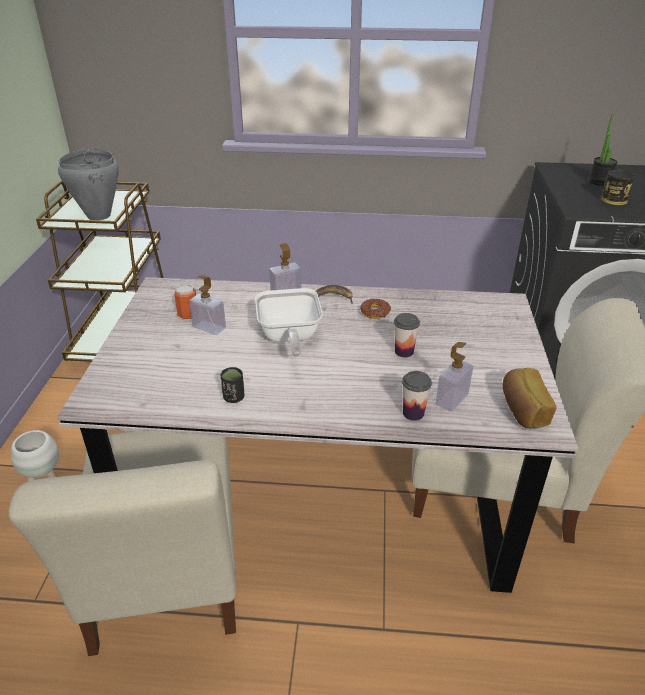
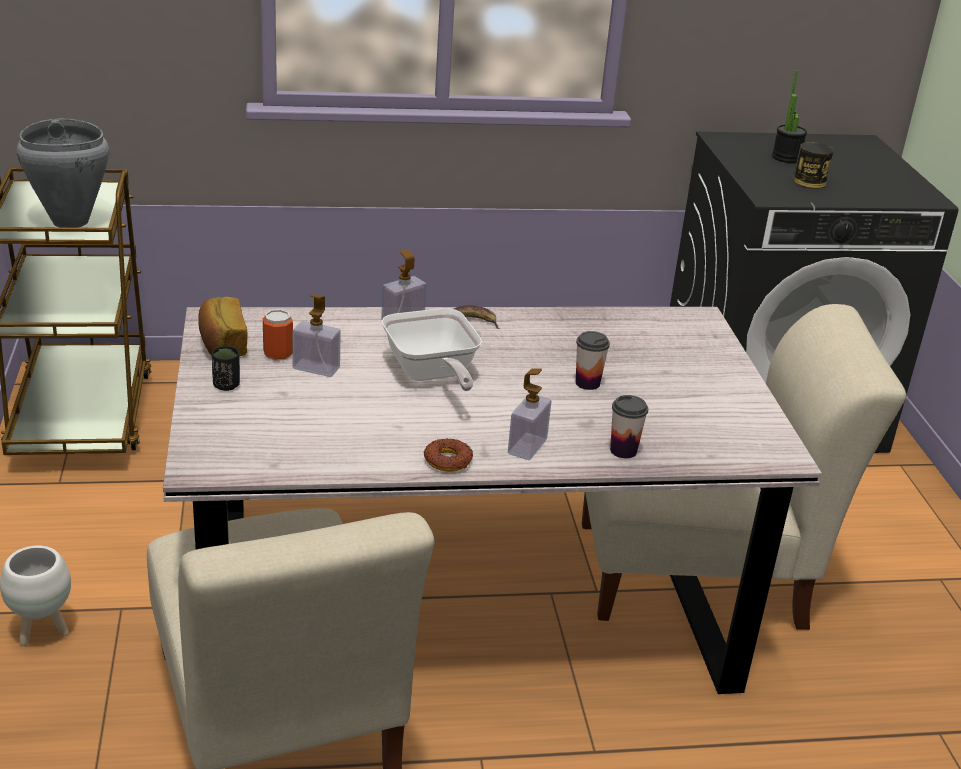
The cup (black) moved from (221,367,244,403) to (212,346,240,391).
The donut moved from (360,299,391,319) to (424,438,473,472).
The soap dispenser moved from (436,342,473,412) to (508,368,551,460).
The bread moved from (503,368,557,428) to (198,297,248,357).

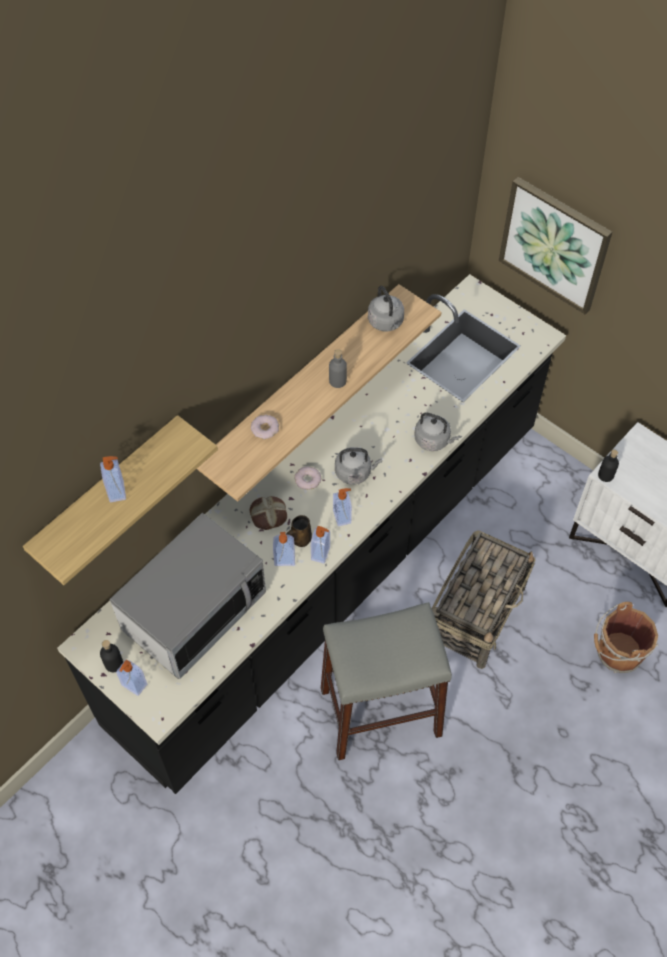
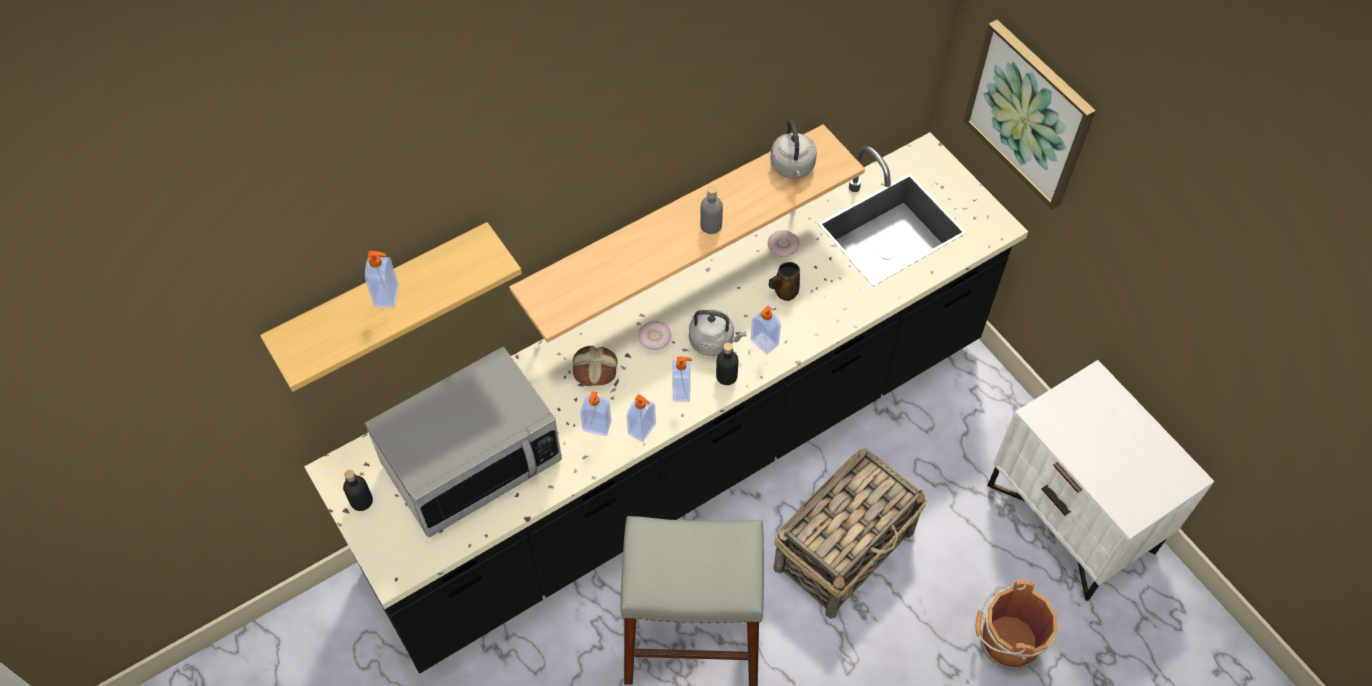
The kettle (grey) at (414,413,459,451) disappeared.
The soap dispenser moved from (116,660,147,696) to (751,305,781,354).
The donut moved from (251,415,279,439) to (768,230,800,257).
The mug (brown) moved from (286,515,312,547) to (769,262,800,301).
The bottle (black) moved from (598,450,619,482) to (716,343,738,385).

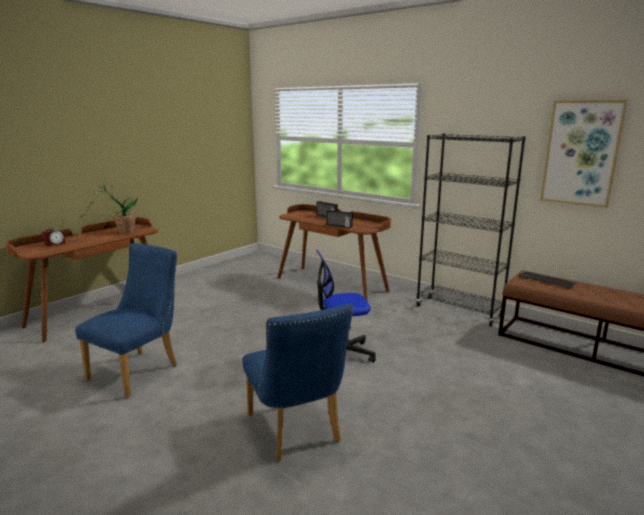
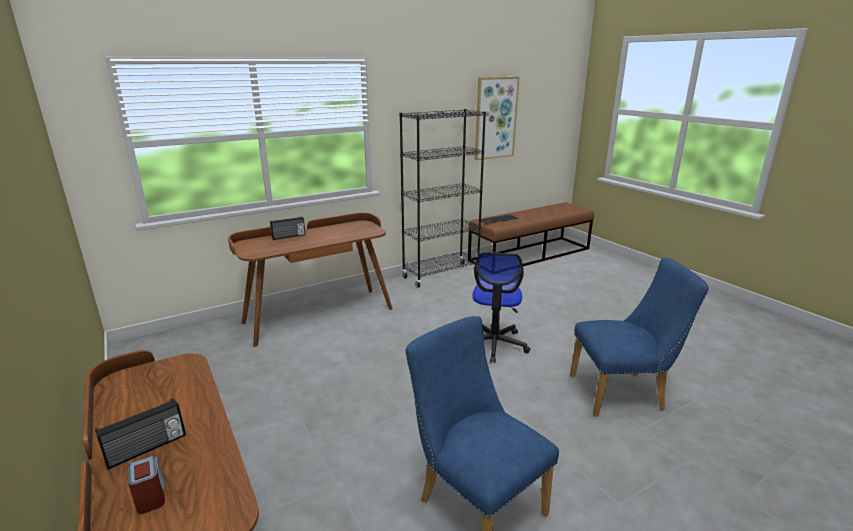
The potted plant at (93,182,138,234) disappeared.
The radio moved from (327,210,353,228) to (95,398,186,470).

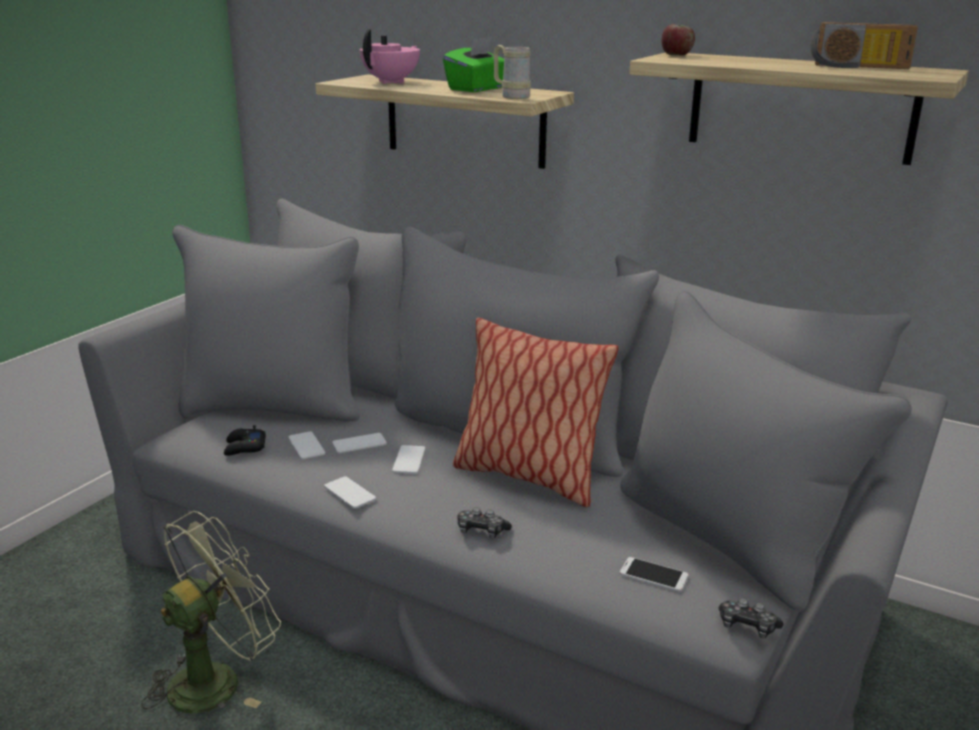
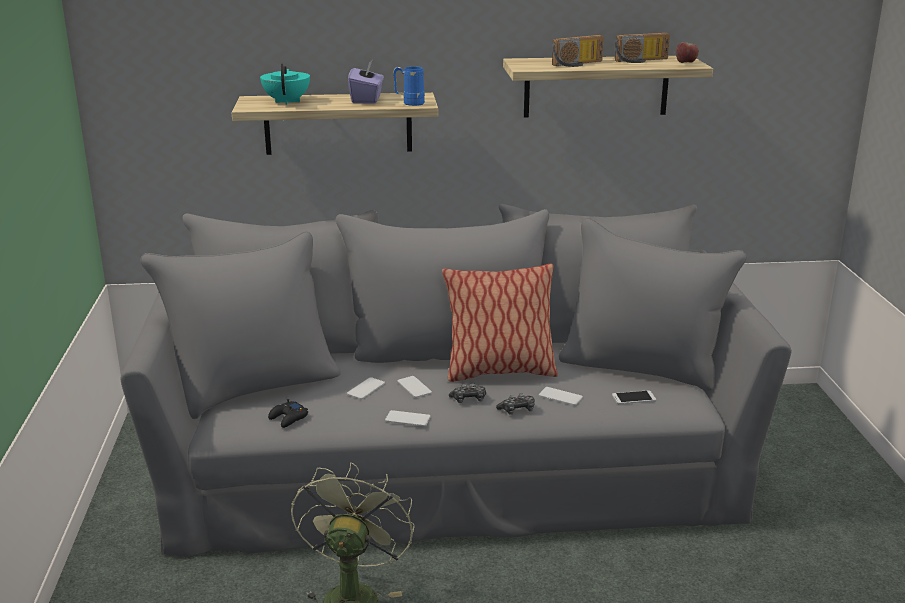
The radio at (552,35,604,67) appeared.
The phone moved from (288,431,325,460) to (539,387,583,405).
The apple moved from (661,24,695,55) to (676,42,699,63).
The game controller moved from (719,598,783,638) to (449,383,486,403).
The teapot (pink) at (360,29,420,84) became the teapot (turquoise) at (260,63,310,105).
The tissue box (green) at (443,37,504,92) became the tissue box (purple) at (348,61,384,103).
The mug (beige) at (493,45,531,99) became the mug (blue) at (393,66,425,106).

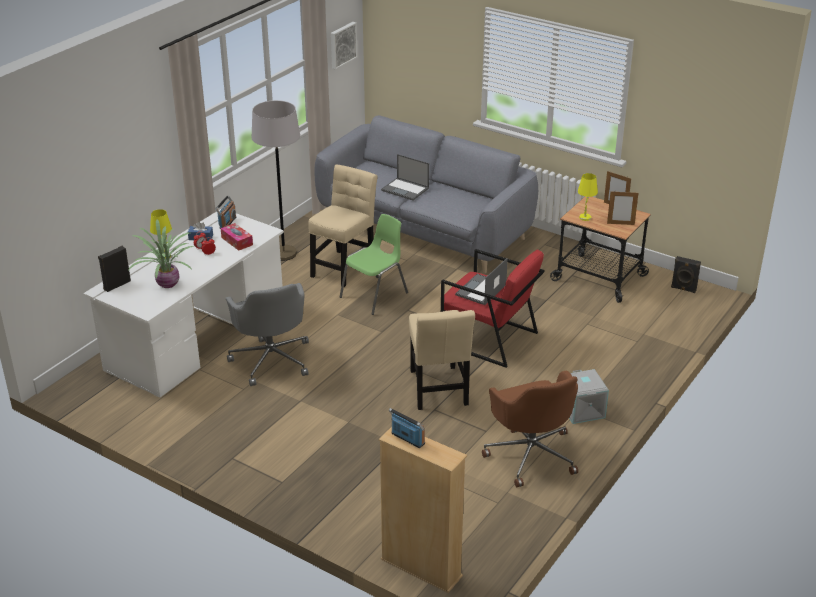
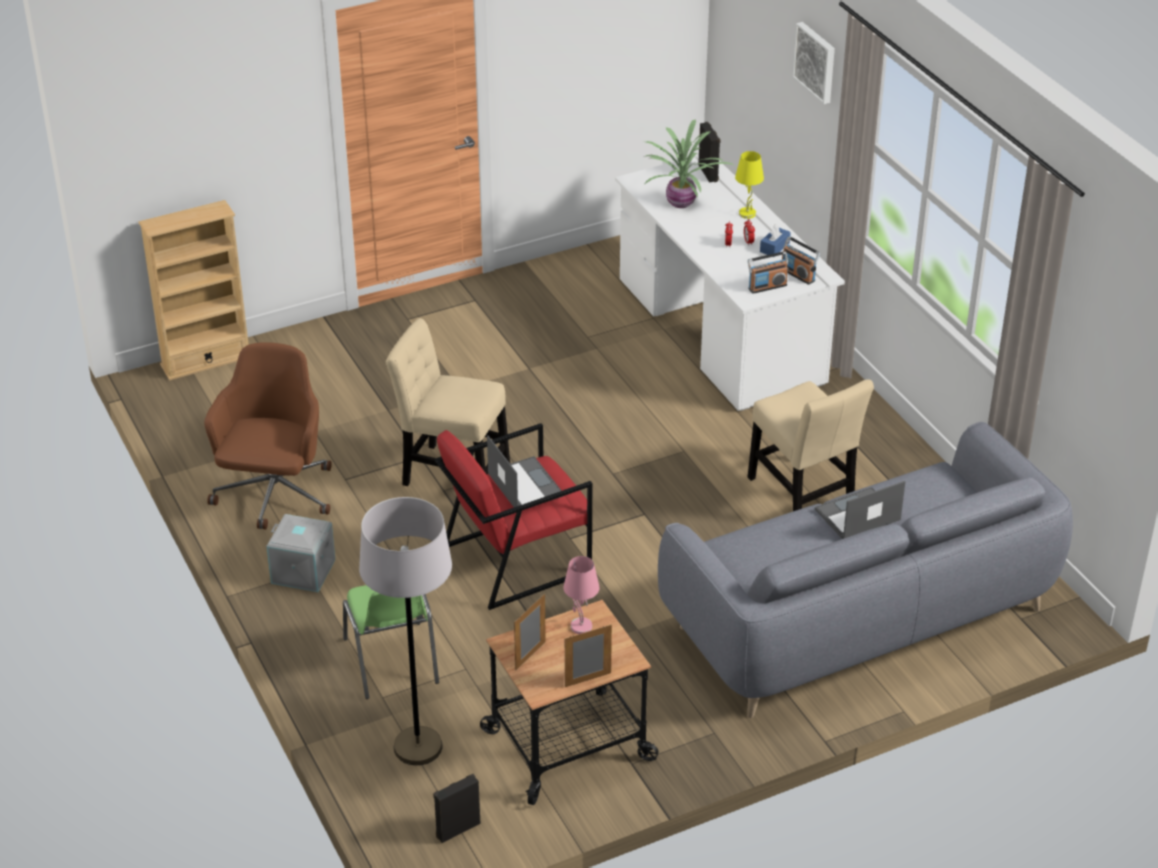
The tissue box at (221,223,253,251) disappeared.
The office chair (grey) at (226,283,309,386) disappeared.
The floor lamp (grey) moved from (251,100,300,261) to (359,497,452,765).
The picture moved from (331,22,357,69) to (792,22,835,104).
The chair (green) moved from (340,214,408,315) to (343,585,439,699).
The radio moved from (389,408,425,448) to (748,251,789,294).
The table lamp (yellow) at (578,173,598,221) became the table lamp (pink) at (563,556,600,634).
The office chair (brown) at (482,371,578,487) turned 90 degrees clockwise.

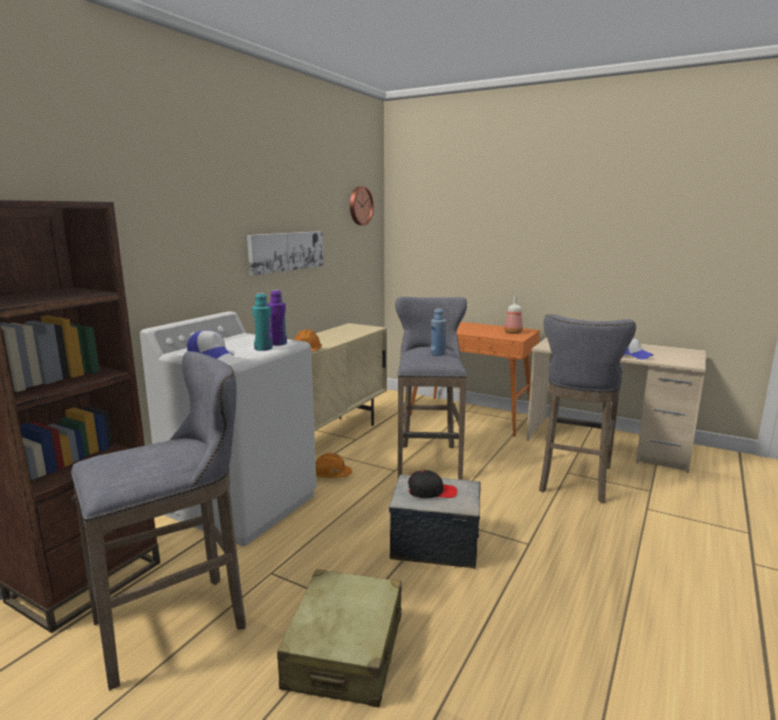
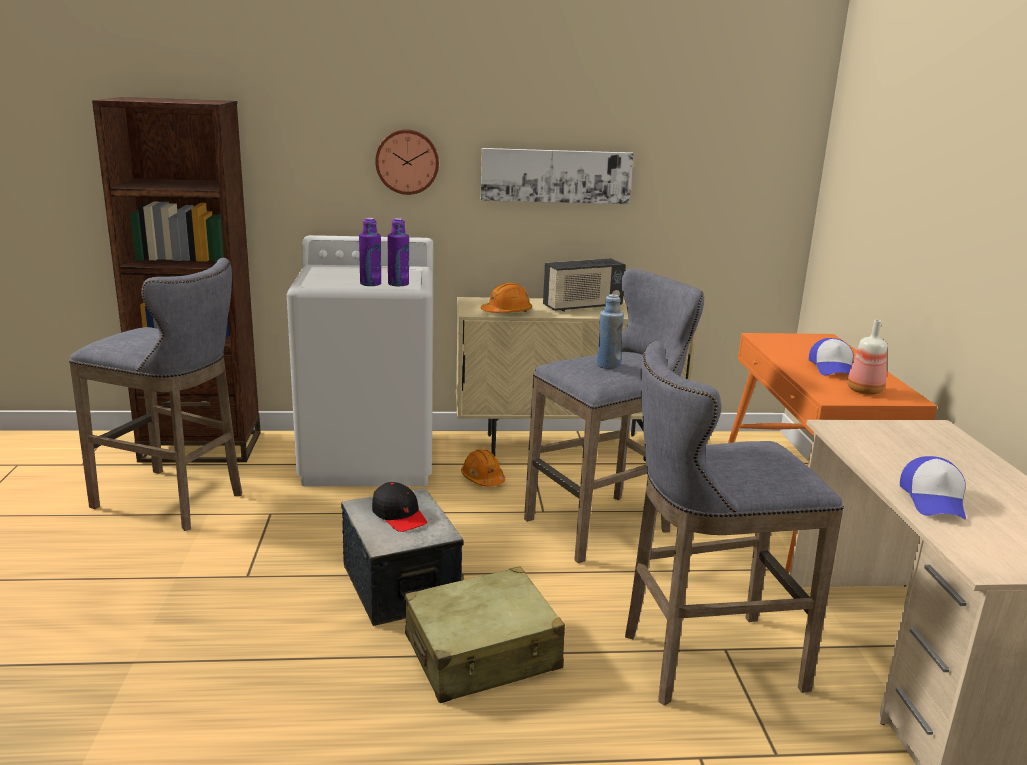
The radio at (543,259,626,312) appeared.
The cap moved from (187,330,233,359) to (809,338,853,375).
The suitcase (beige) moved from (277,569,402,707) to (405,567,565,703).
The wall clock moved from (350,186,374,225) to (375,129,439,195).
The bottle (turquoise) at (252,293,273,351) became the bottle (purple) at (359,218,381,286).

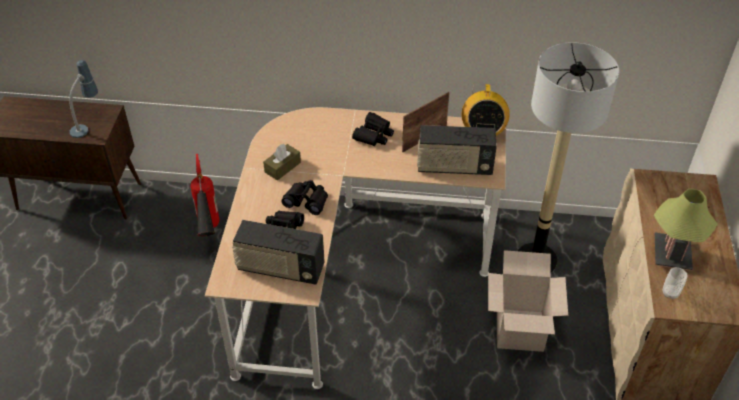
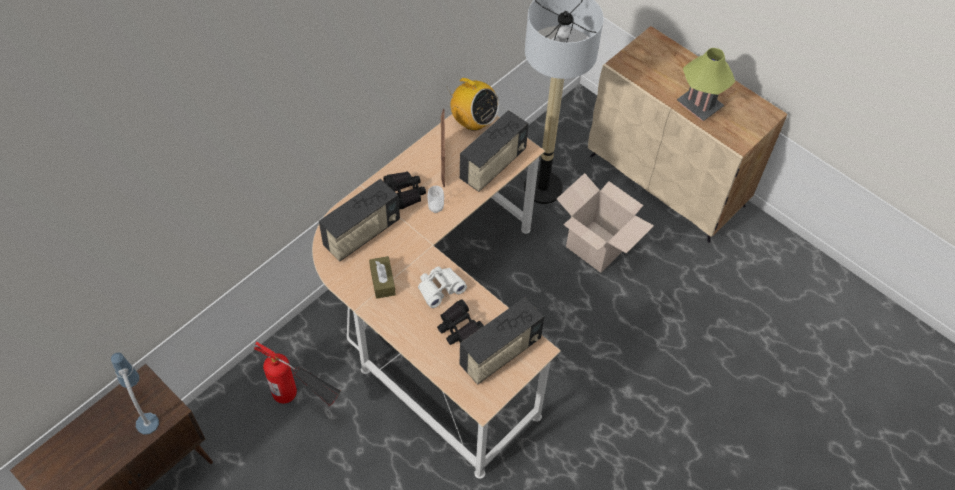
The radio at (319,179,400,262) appeared.
The cup moved from (662,267,687,299) to (428,186,444,213).
The binoculars (black) at (282,180,328,215) became the binoculars (white) at (418,267,467,308).

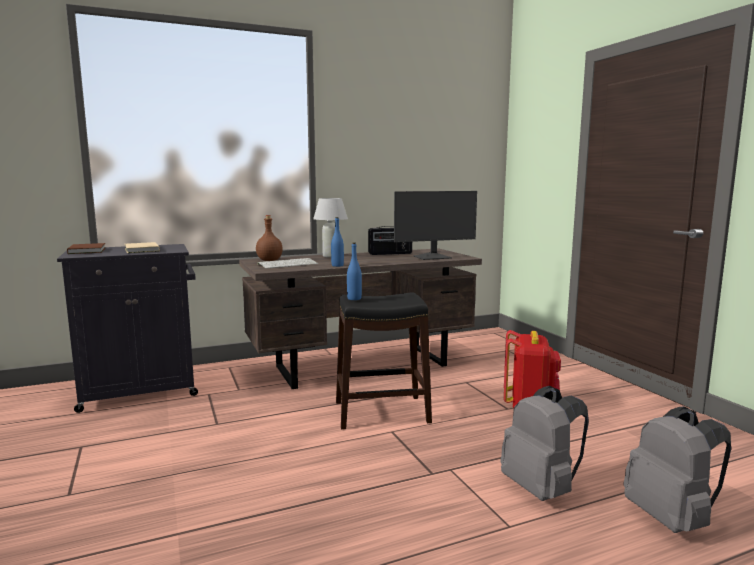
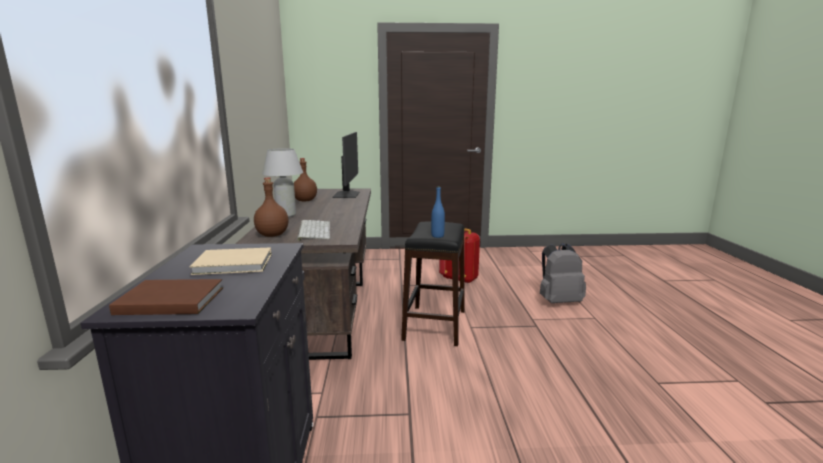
The bottle (blue) at (331,217,344,267) disappeared.
The backpack (grey) at (624,406,731,533) disappeared.
The radio at (368,226,412,255) was replaced by the bottle (brown) at (294,158,317,201).

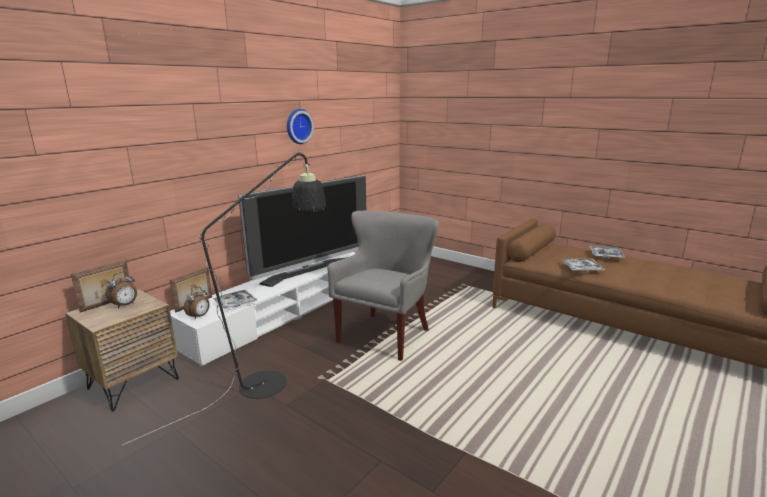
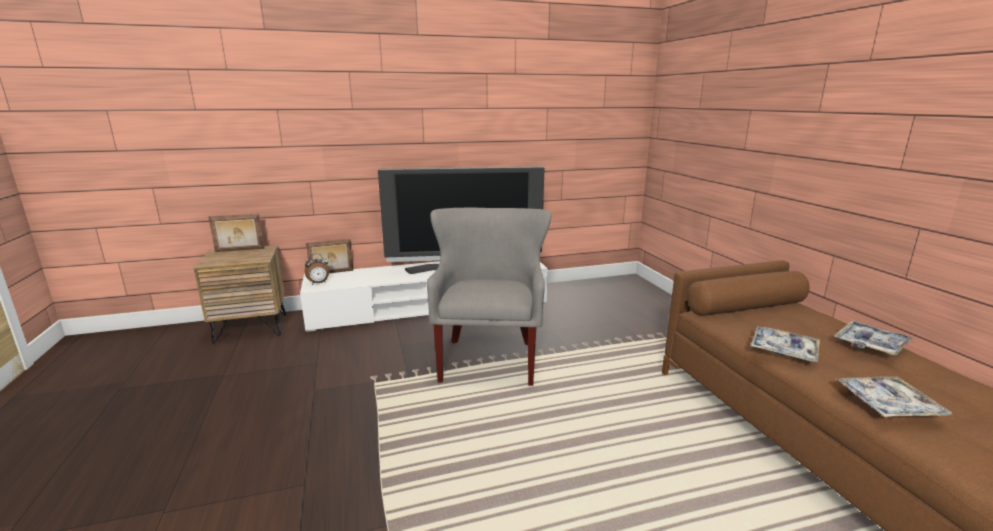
The alarm clock at (106,272,137,308) disappeared.
The floor lamp (black) at (123,151,326,445) disappeared.
The wall clock at (287,109,314,144) disappeared.
The tray moved from (213,290,257,310) to (836,376,952,417).
The armchair (grey) at (327,211,439,361) turned 60 degrees counterclockwise.

